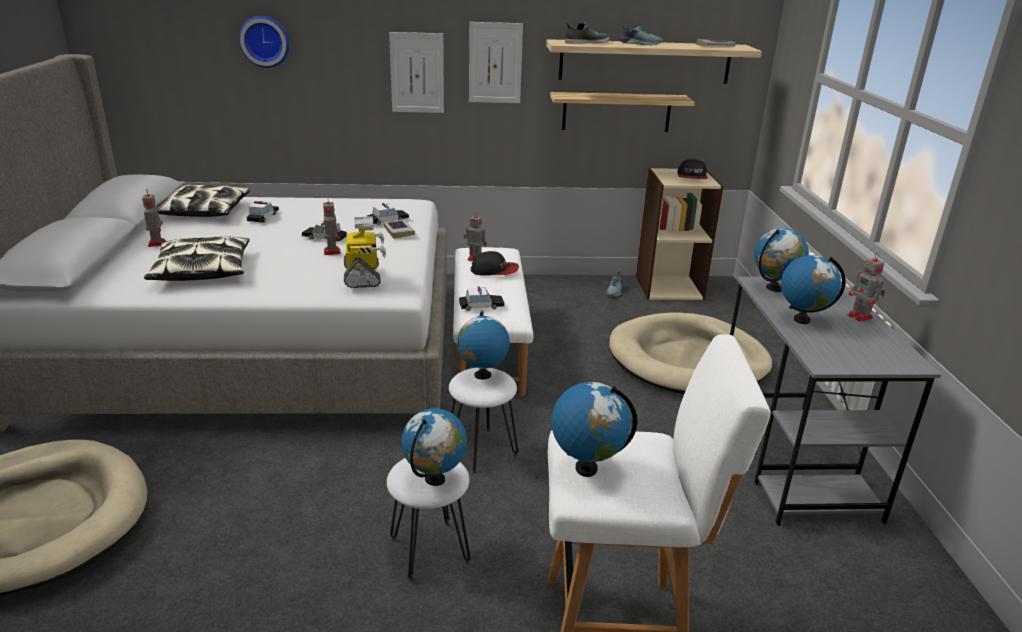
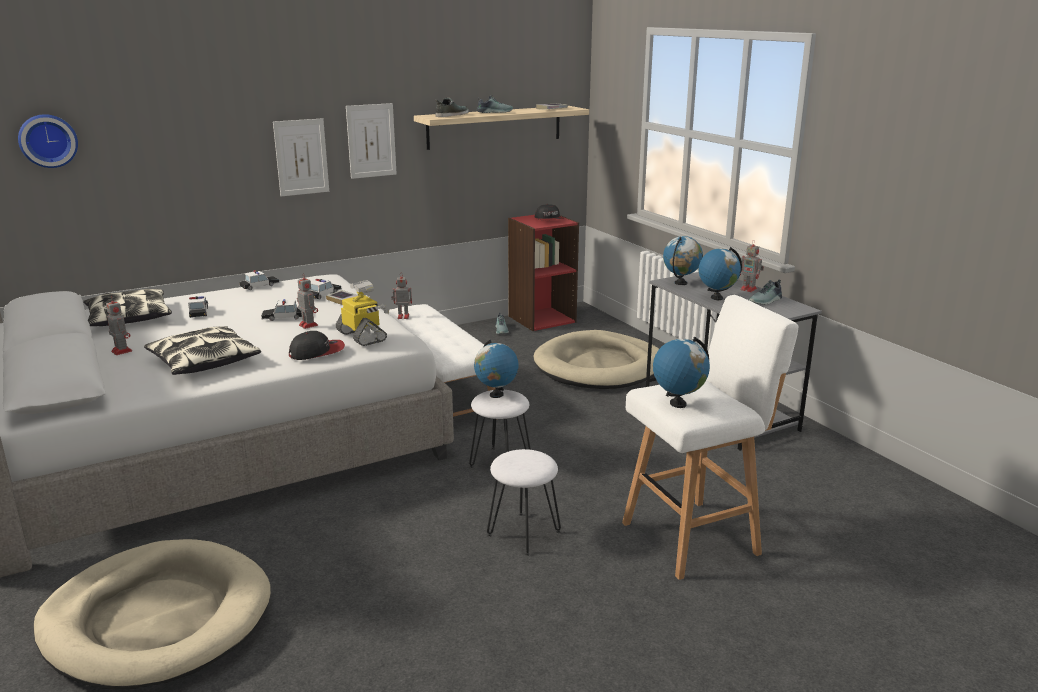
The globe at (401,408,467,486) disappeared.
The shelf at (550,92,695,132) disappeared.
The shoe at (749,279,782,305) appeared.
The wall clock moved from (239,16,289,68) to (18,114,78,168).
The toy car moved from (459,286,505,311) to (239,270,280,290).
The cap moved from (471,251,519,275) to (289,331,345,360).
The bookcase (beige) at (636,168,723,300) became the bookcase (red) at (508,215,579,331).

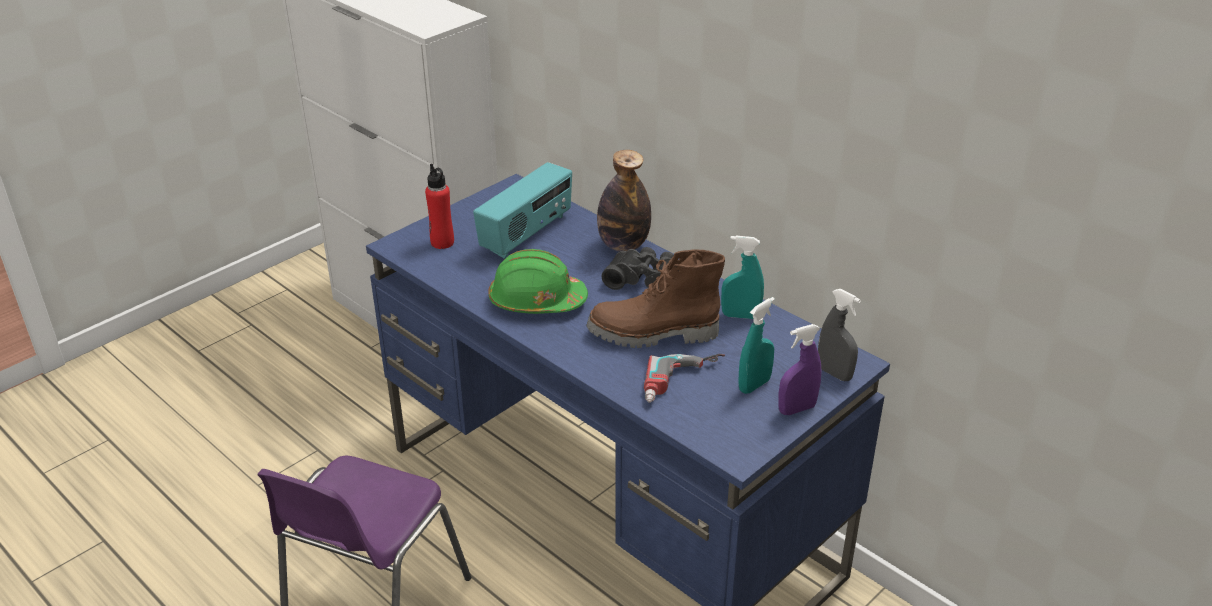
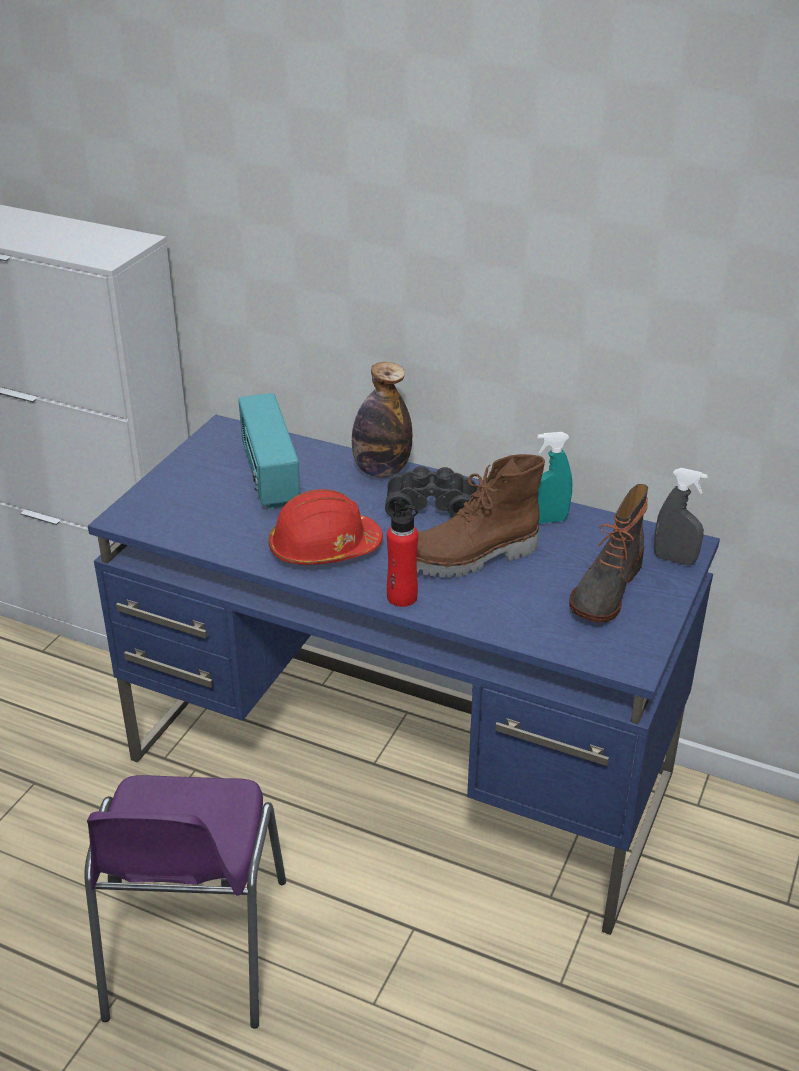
The power drill at (644,354,725,403) disappeared.
The spray bottle (purple) at (779,324,822,415) disappeared.
The bottle (red) moved from (425,164,454,249) to (387,501,418,607).
The spray bottle (turquoise) at (738,297,775,394) was replaced by the boot at (569,484,648,623).
The hard hat (green) at (488,249,588,314) became the hard hat (red) at (268,489,383,565).
The radio at (473,162,572,259) turned 150 degrees clockwise.

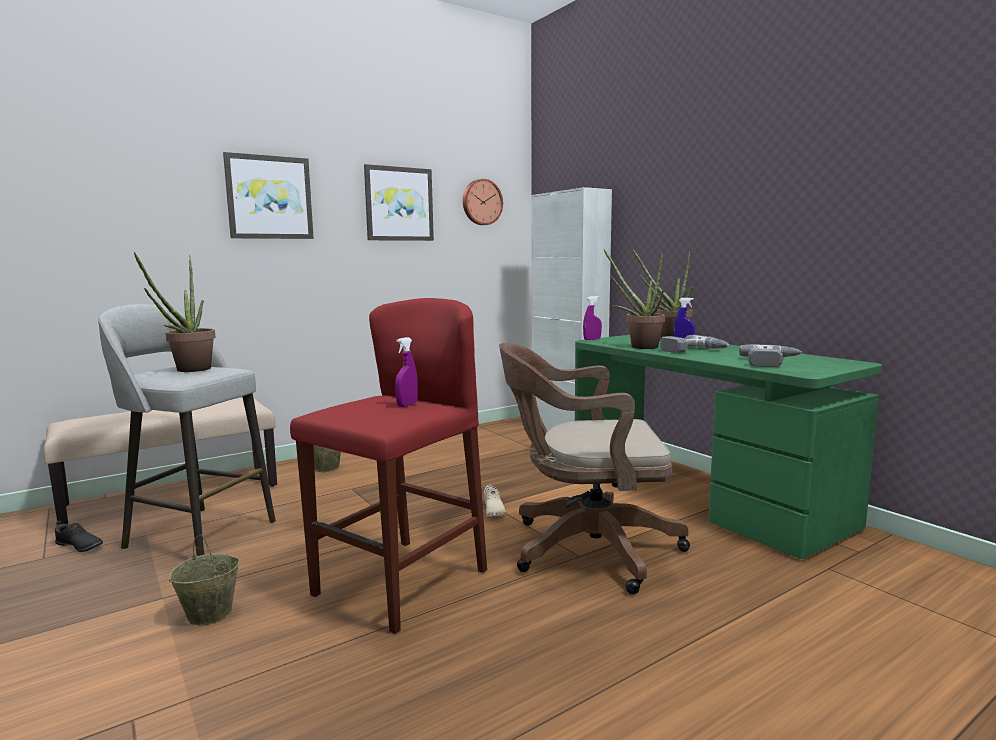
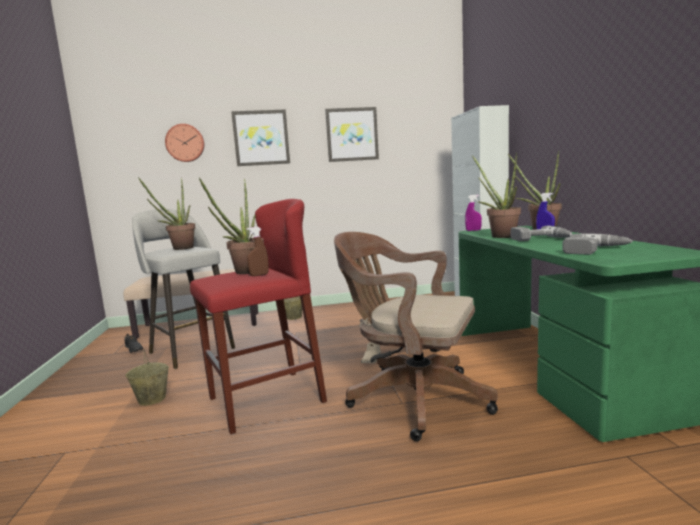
The potted plant at (199,177,264,274) appeared.
The wall clock moved from (463,179,503,225) to (165,124,204,162).
The spray bottle (purple) at (395,337,418,407) became the spray bottle (brown) at (247,227,269,276).

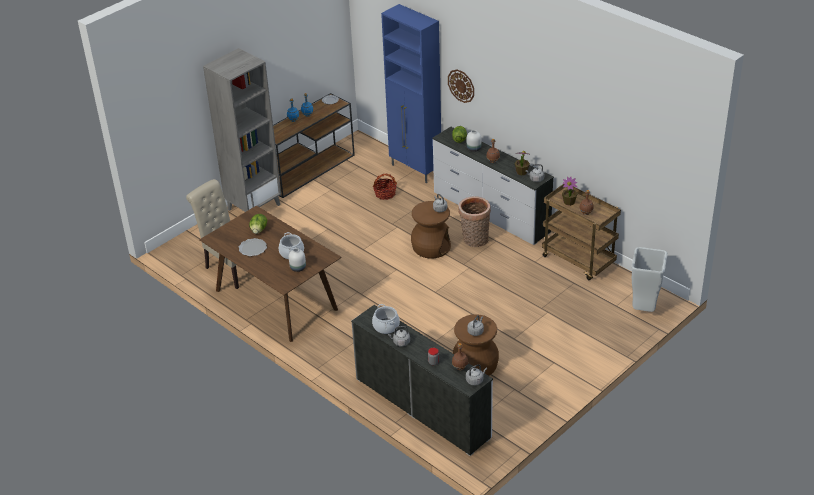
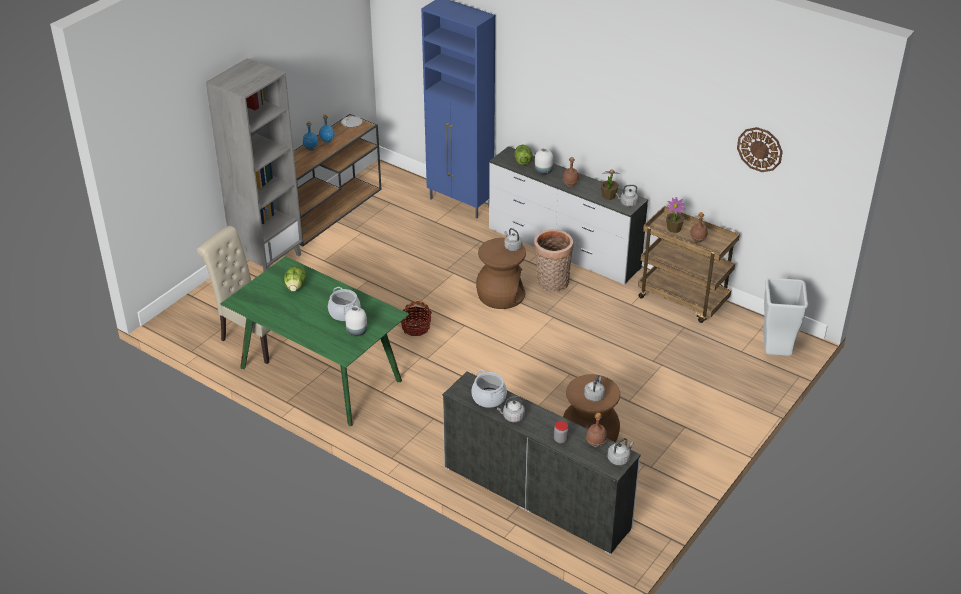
The plate at (239,238,267,256) disappeared.
The basket moved from (373,174,397,200) to (400,301,432,336).
The wall clock moved from (448,69,474,103) to (737,127,783,172).
The dining table (brown) at (199,206,342,342) became the dining table (green) at (220,256,409,426).

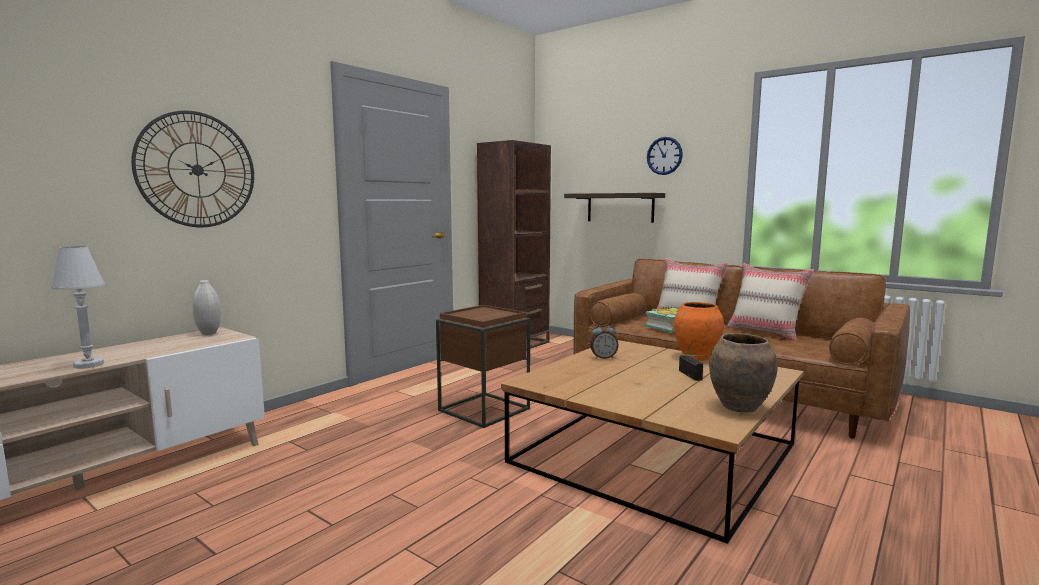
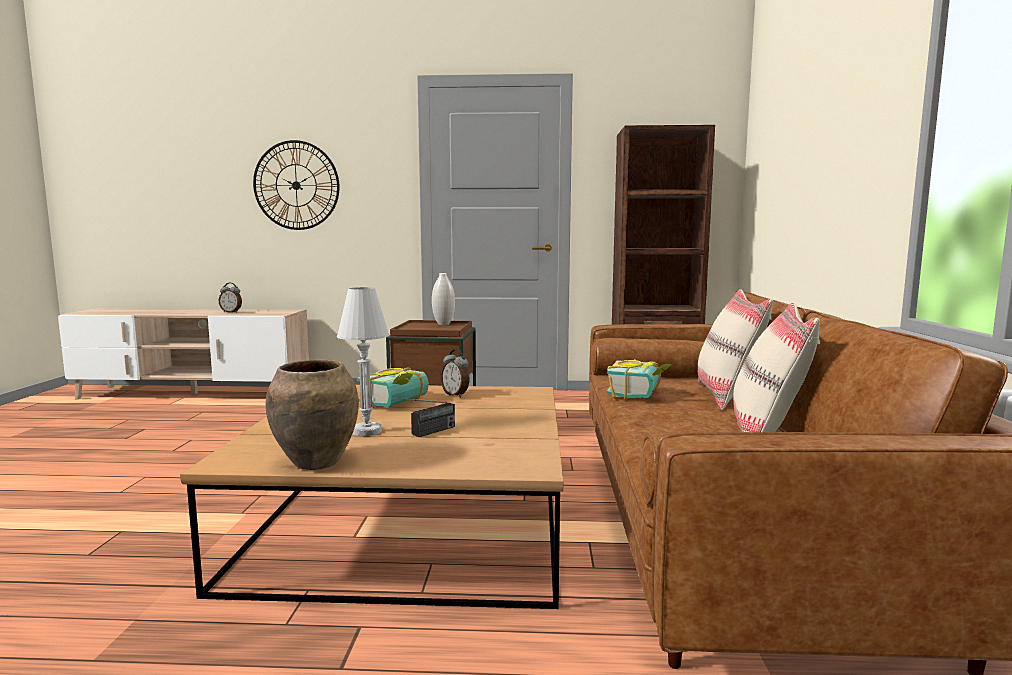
The shelf at (564,193,665,223) disappeared.
The wall clock at (647,137,683,175) disappeared.
The vase (orange) at (674,302,724,361) disappeared.
The alarm clock at (219,283,242,313) appeared.
The book at (357,367,429,408) appeared.
The table lamp (white) moved from (51,246,105,369) to (337,287,389,436).
The vase (white) moved from (193,280,221,335) to (432,273,455,325).

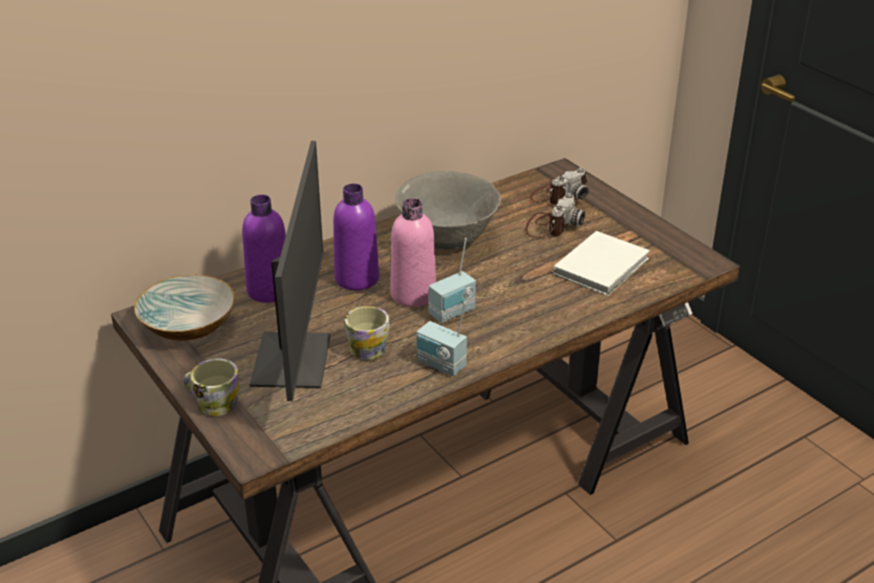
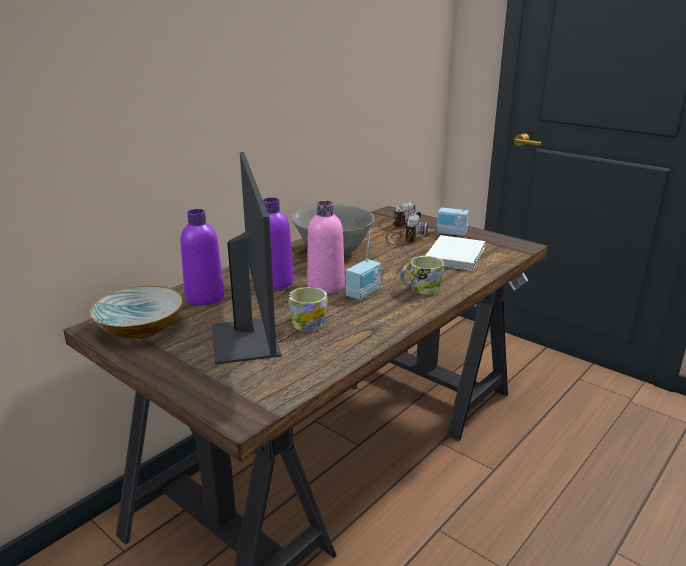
The mug moved from (183,358,239,416) to (399,256,444,295).
The radio moved from (416,302,467,376) to (437,185,471,236).

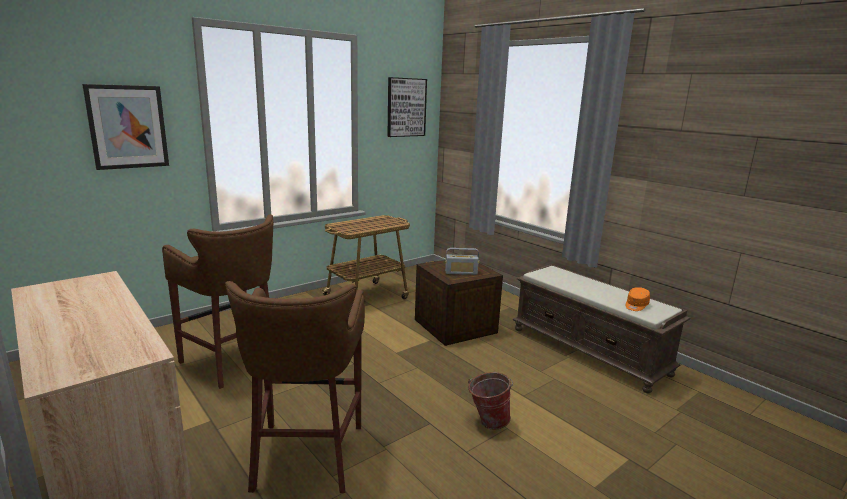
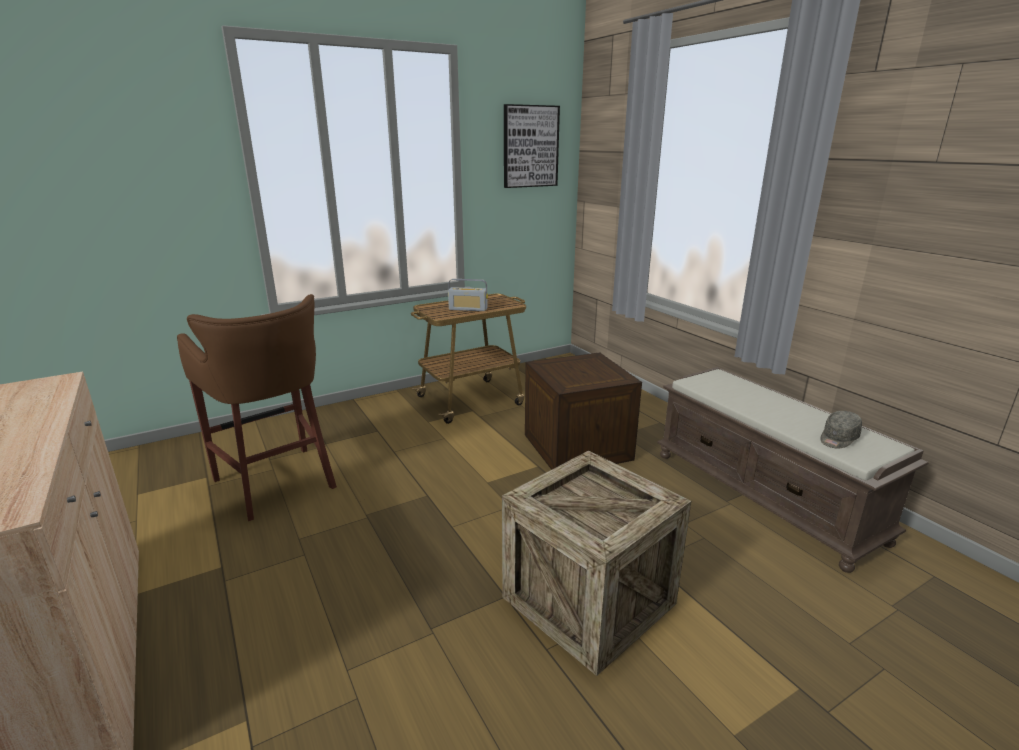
The picture at (82,84,169,170) disappeared.
The stool (brown) at (225,281,365,493) disappeared.
The radio moved from (445,248,479,275) to (448,279,488,311).
The bucket at (468,372,513,430) was replaced by the crate at (502,450,691,676).
The cap (orange) at (626,287,650,311) became the cap (grey) at (820,411,862,449).

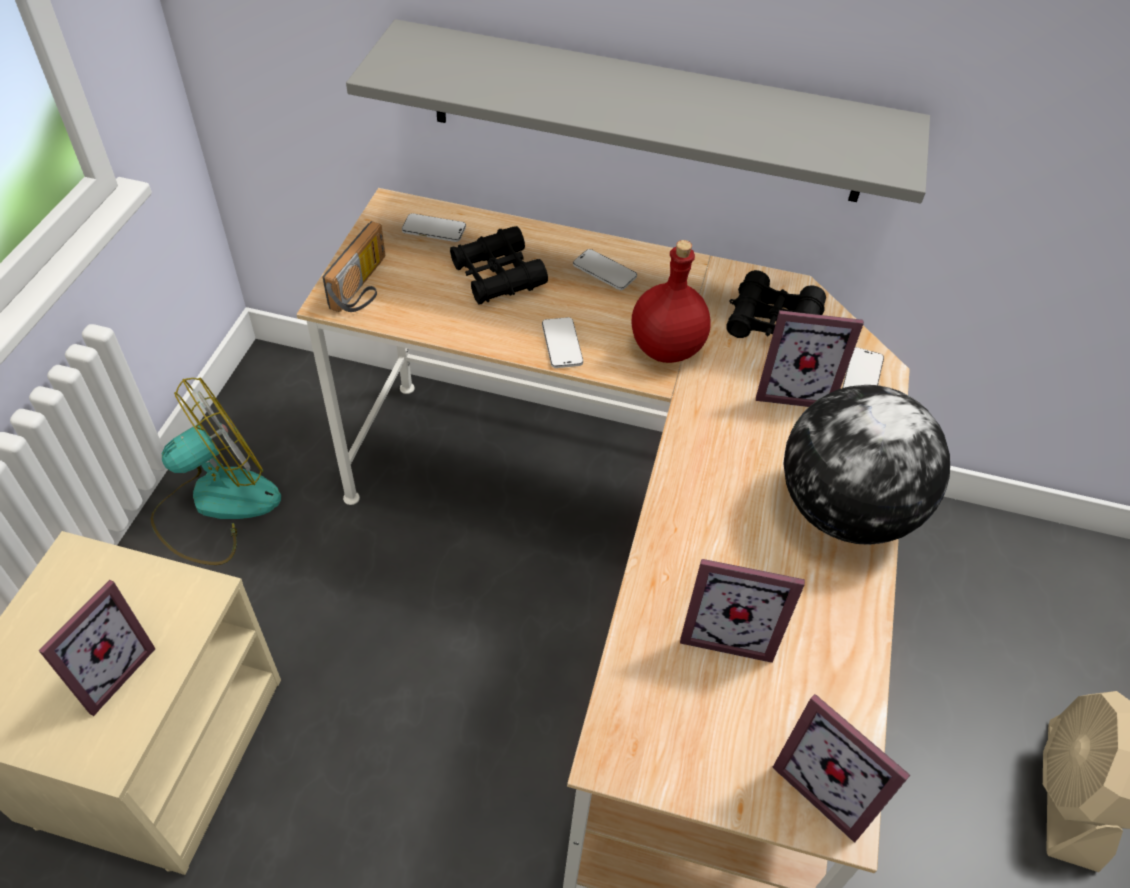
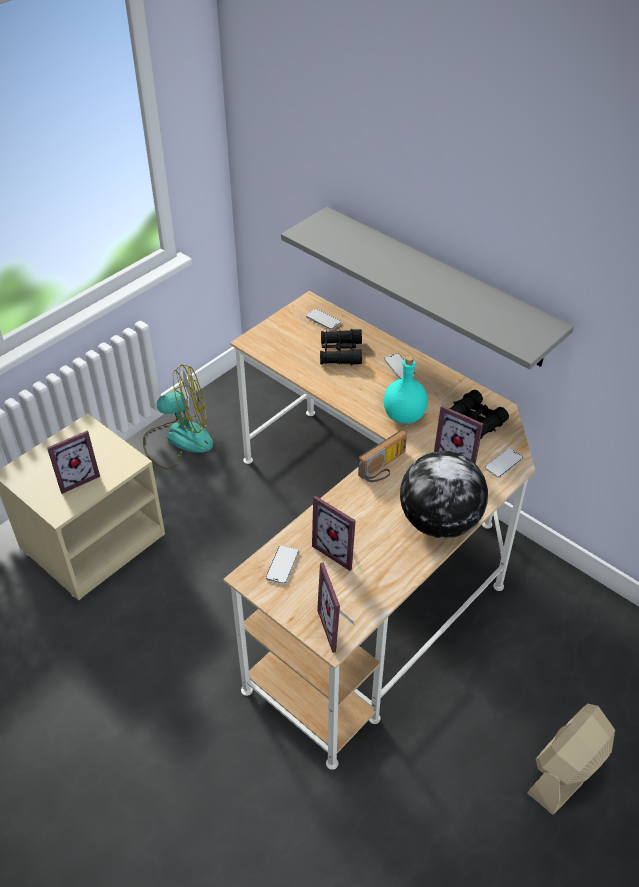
The radio moved from (322,221,385,312) to (358,430,407,482).
The phone moved from (542,317,583,368) to (266,545,299,584).
The bottle (red) at (632,240,711,363) became the bottle (turquoise) at (384,355,428,424).

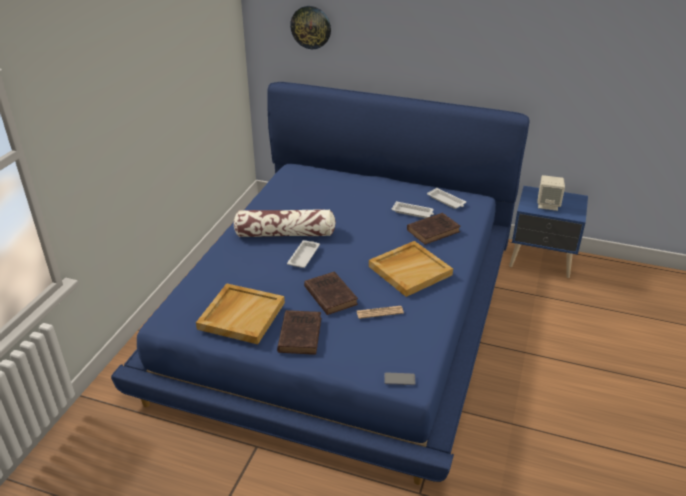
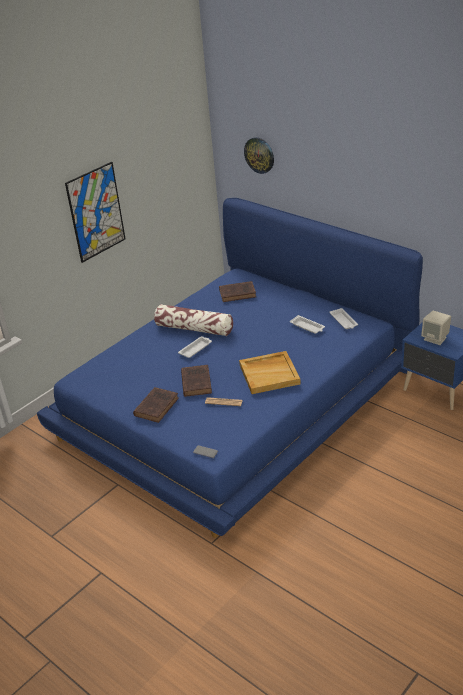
The tray (beige) at (196,283,285,344) disappeared.
The picture at (65,162,125,263) appeared.
The book (brown) moved from (407,213,461,245) to (219,281,256,302).

